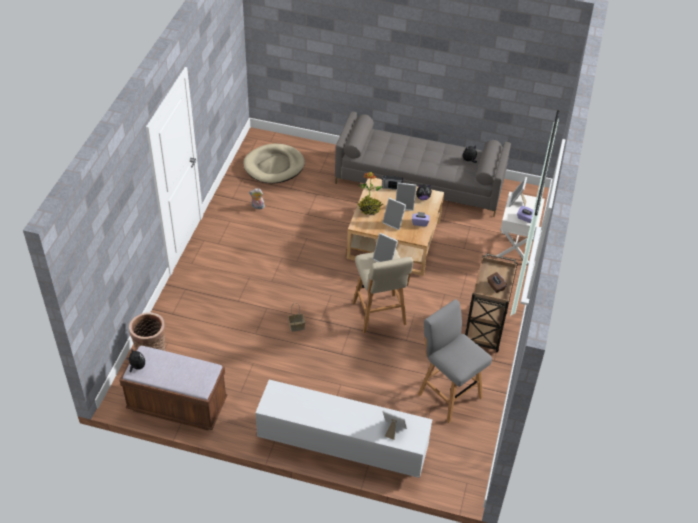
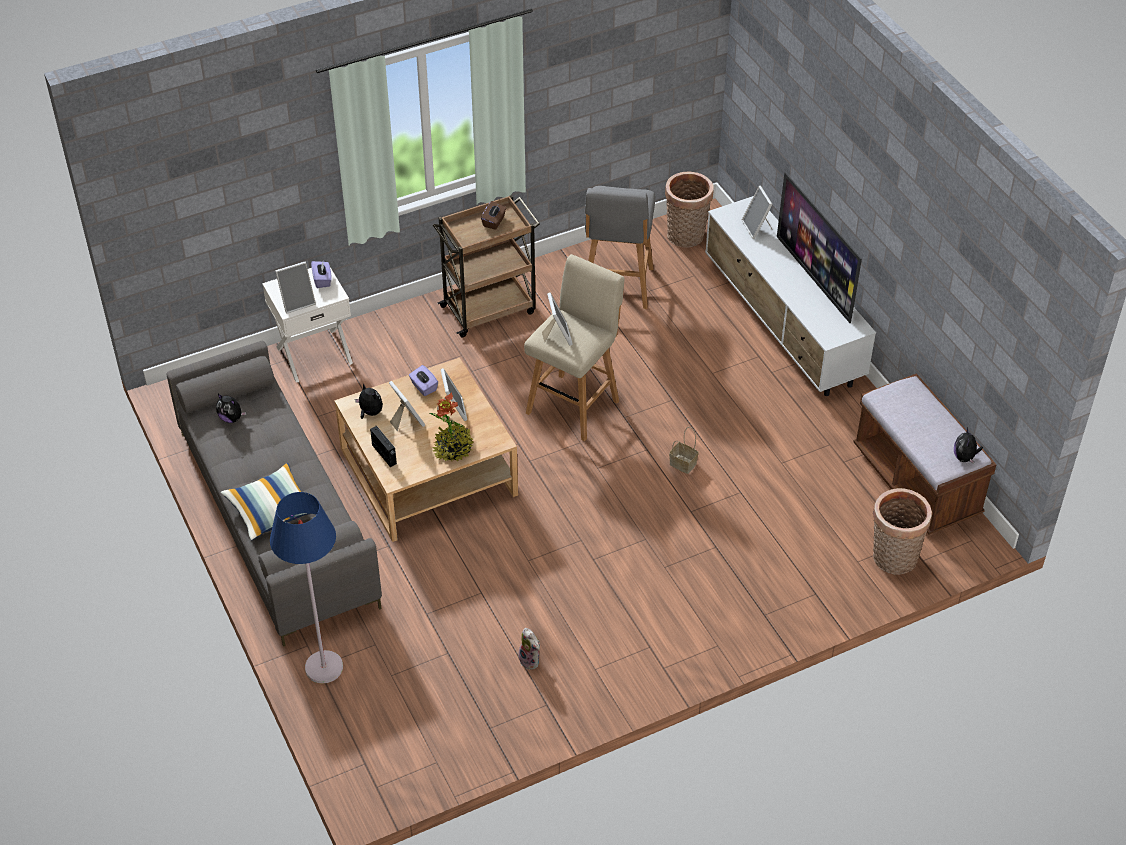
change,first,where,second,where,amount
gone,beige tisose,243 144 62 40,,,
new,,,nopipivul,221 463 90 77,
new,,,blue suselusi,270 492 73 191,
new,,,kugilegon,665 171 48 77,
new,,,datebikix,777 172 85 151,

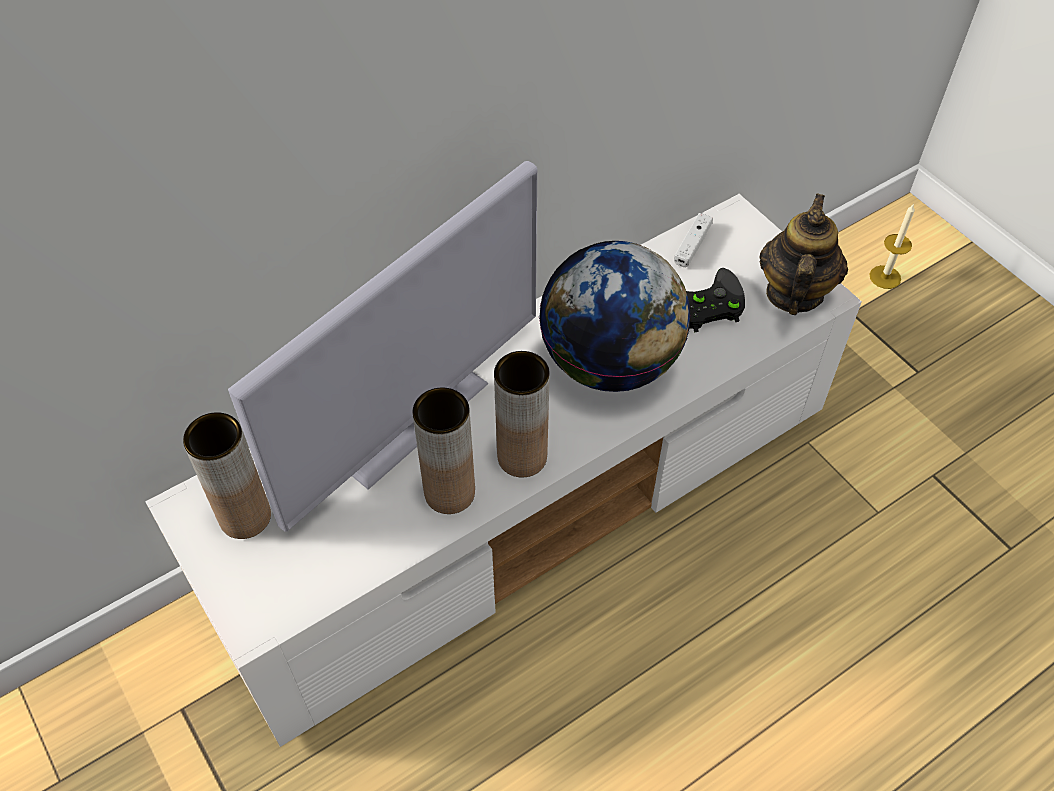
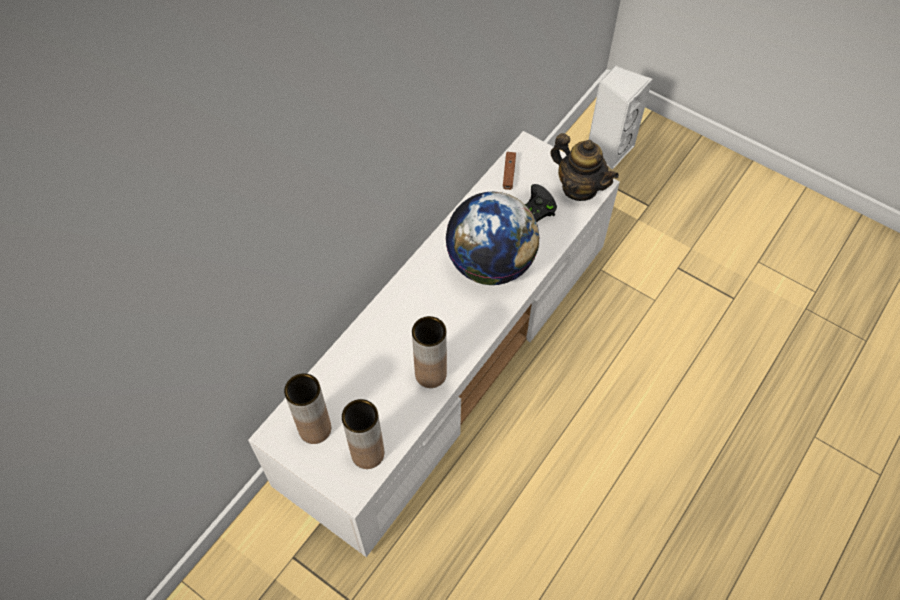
change,first,where,second,where,amount
gone,datebikix,228 161 309 371,,,
shifted,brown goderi,494 351 56 126,,342 399 42 70,
swapped,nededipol,869 203 46 86,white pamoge,589 65 63 105,
repainted,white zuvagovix,674 213 39 54,brown zuvagovix,503 152 13 38,
rotated,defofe,759 193 89 122,,551 133 68 68,135 degrees clockwise

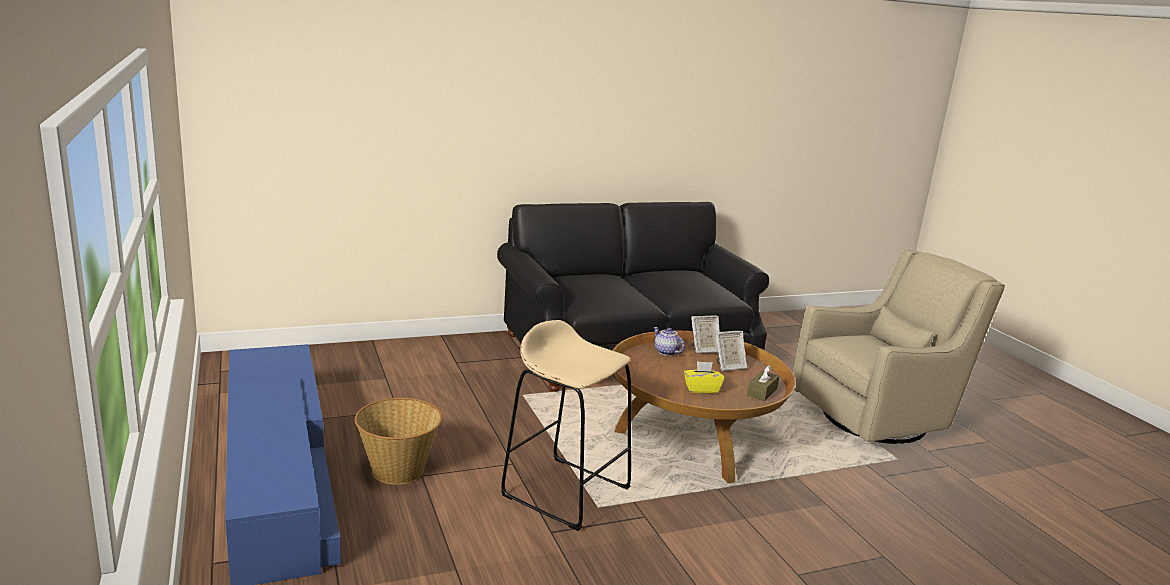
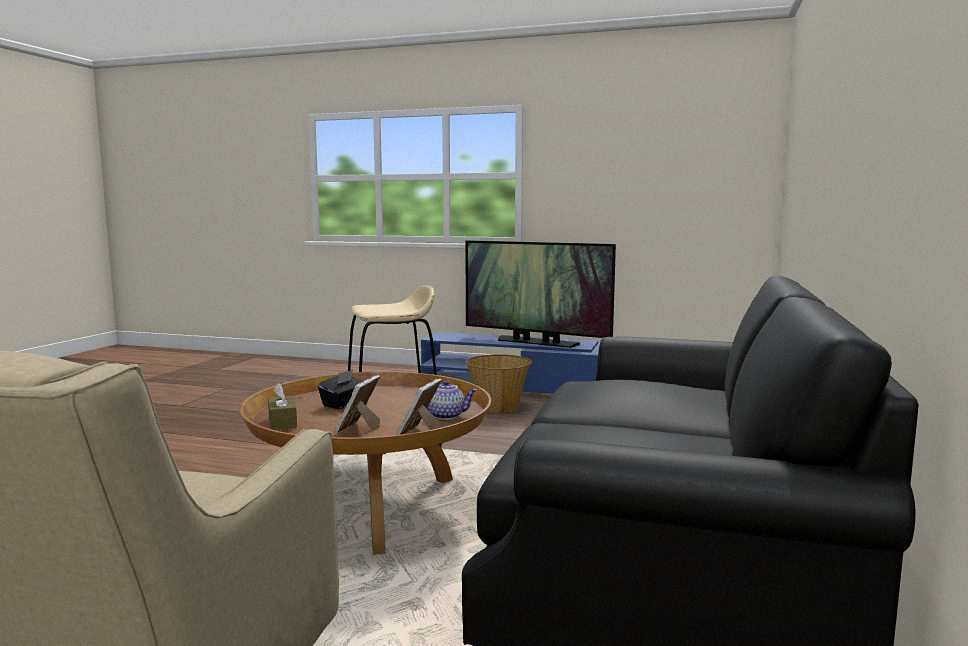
change,first,where,second,where,amount
new,,,datebikix,465 240 151 108,
repainted,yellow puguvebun,684 361 41 32,black puguvebun,318 370 45 39,

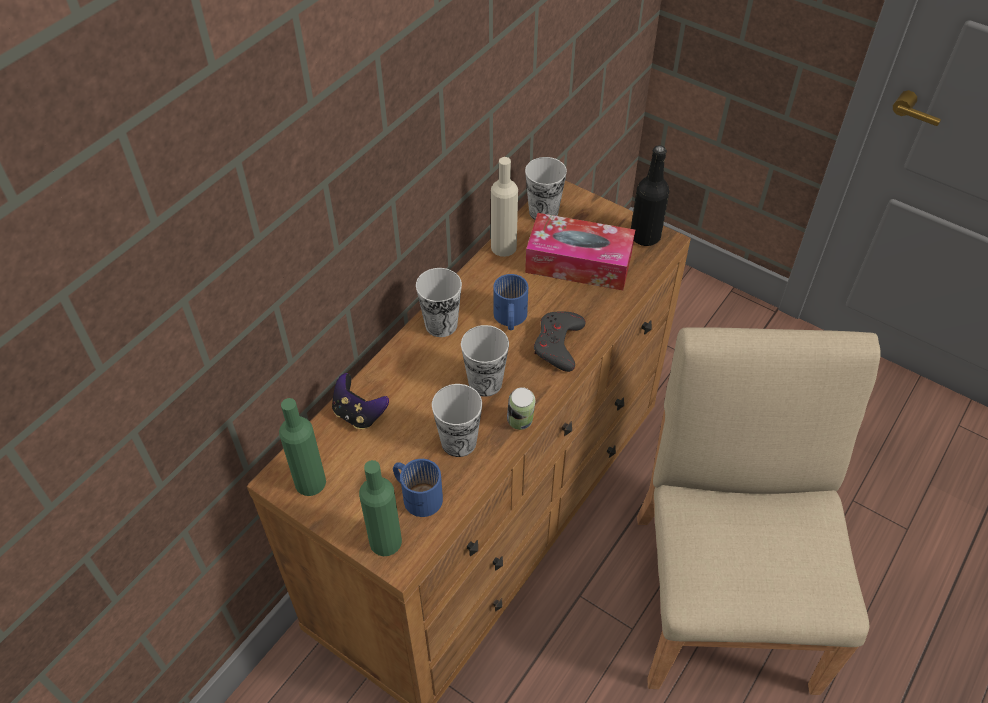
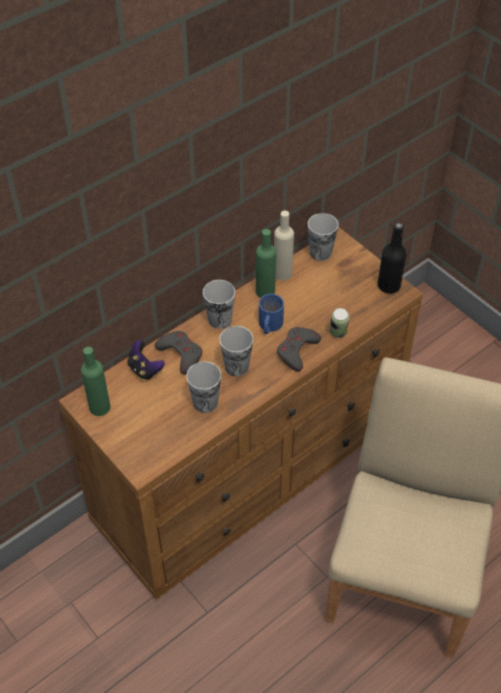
change,first,where,second,where,amount
gone,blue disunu,393 459 50 58,,,
gone,puguvebun,525 213 110 77,,,
new,,,grey zuvagovix,155 331 47 44,
shifted,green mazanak,359 460 43 96,,256 229 20 69,
shifted,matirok,507 387 28 43,,330 308 19 30,

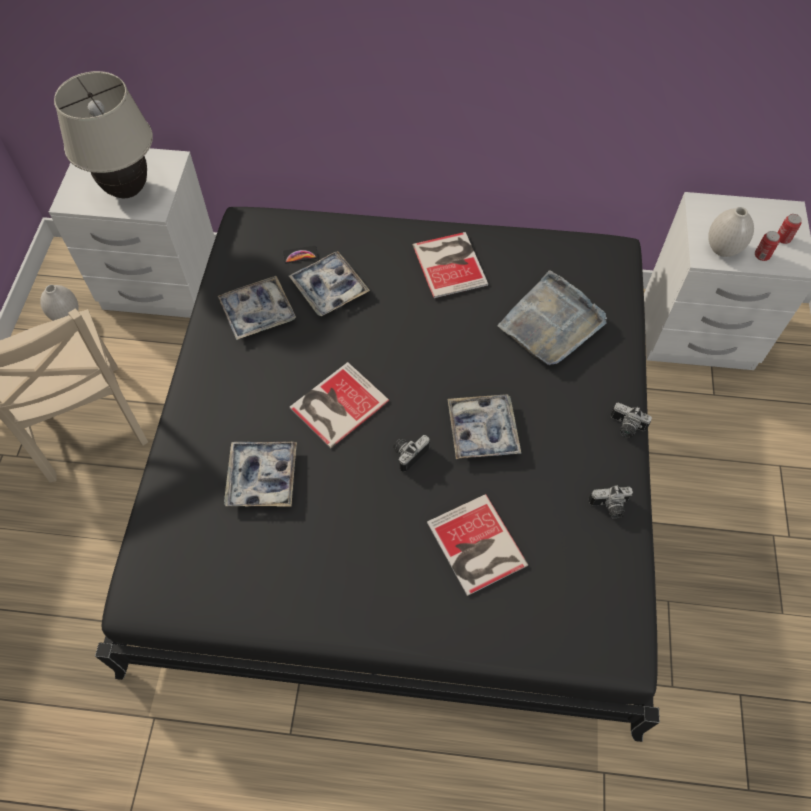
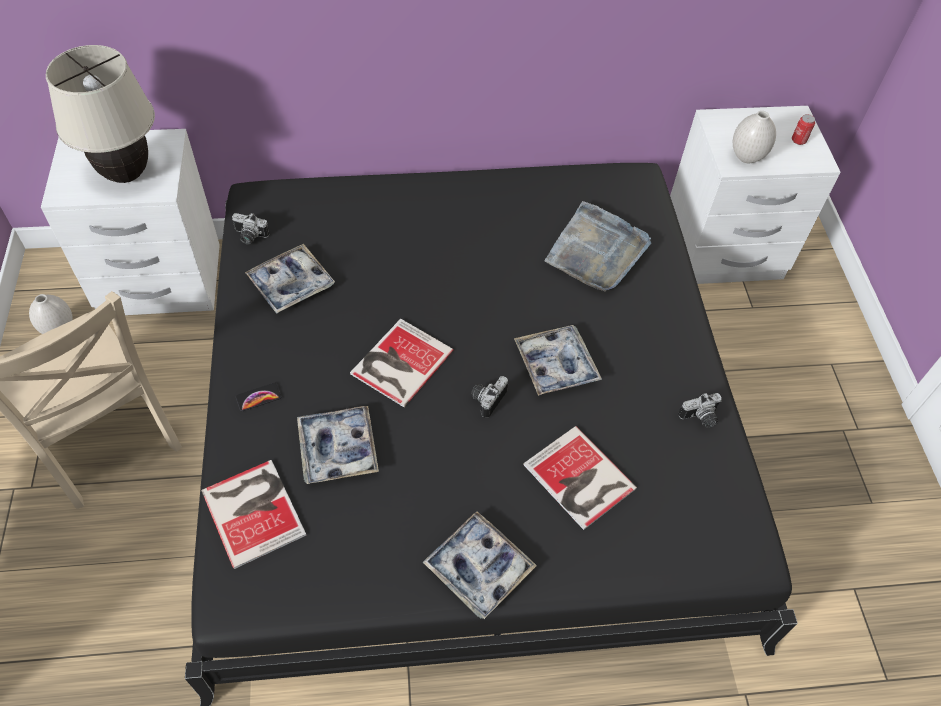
change,first,where,second,where,amount
gone,matirok,755 231 25 30,,,
shifted,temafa,283 246 35 17,,236 383 46 28,
shifted,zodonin,289 251 81 65,,423 512 114 107,
shifted,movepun,413 232 75 66,,201 460 105 109,
shifted,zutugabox,611 402 41 36,,232 213 38 31,

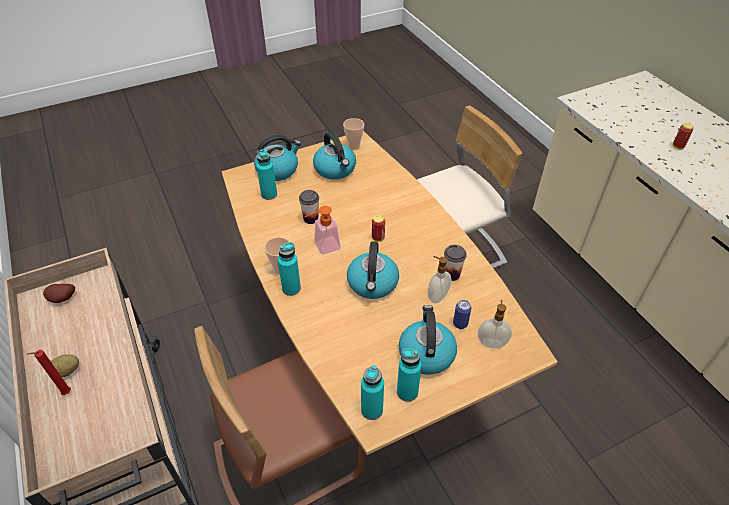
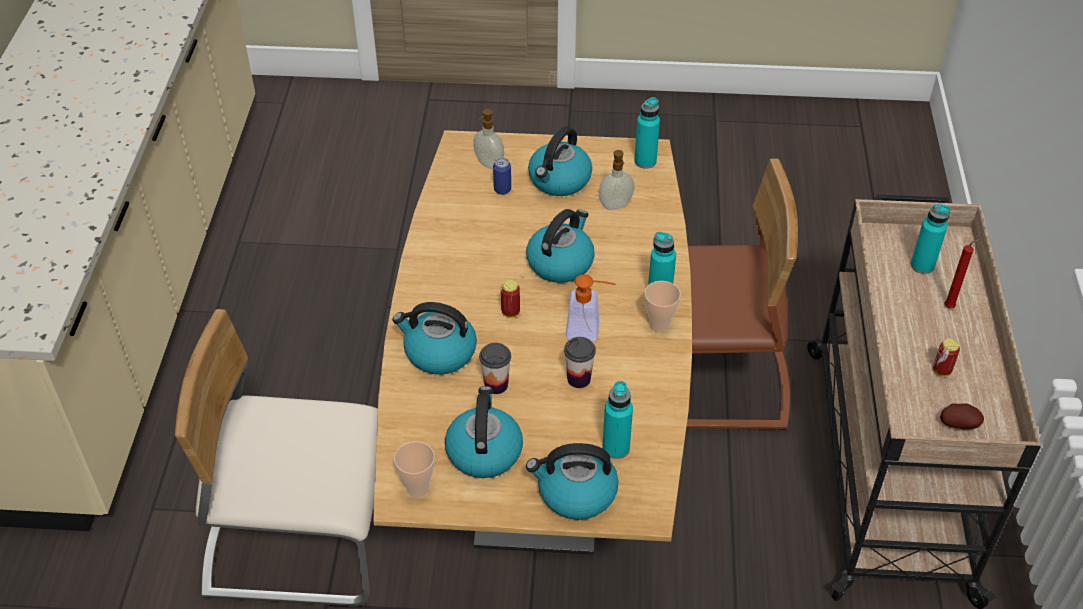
change,first,where,second,where,amount
gone,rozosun,51 354 28 23,,,
new,,,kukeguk,392 302 85 73,
shifted,turquoise mazanak,397 348 25 54,,911 204 39 70,
shifted,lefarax,428 256 23 47,,598 150 36 60,
shifted,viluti,444 245 23 36,,479 343 32 51,
shifted,matirok,673 123 20 26,,933 338 27 39,

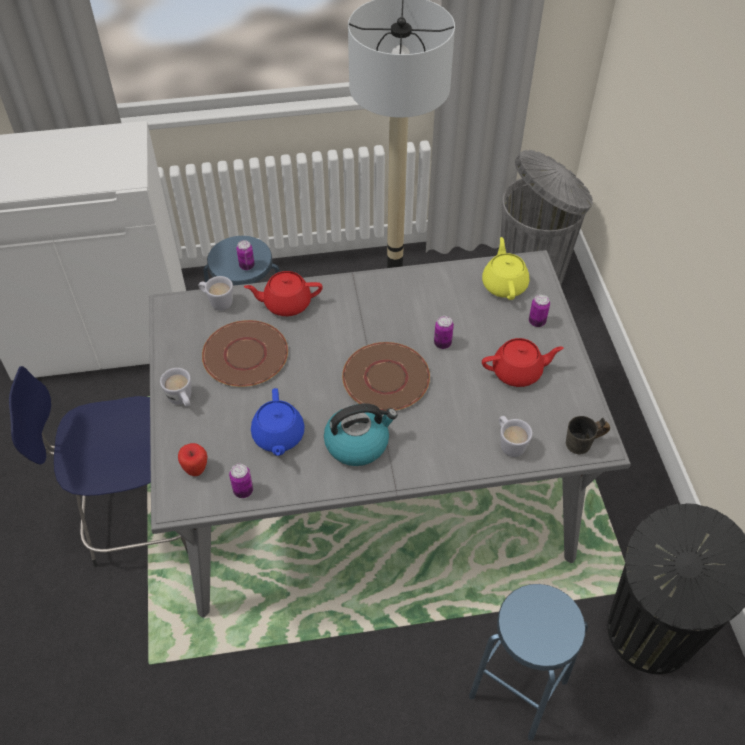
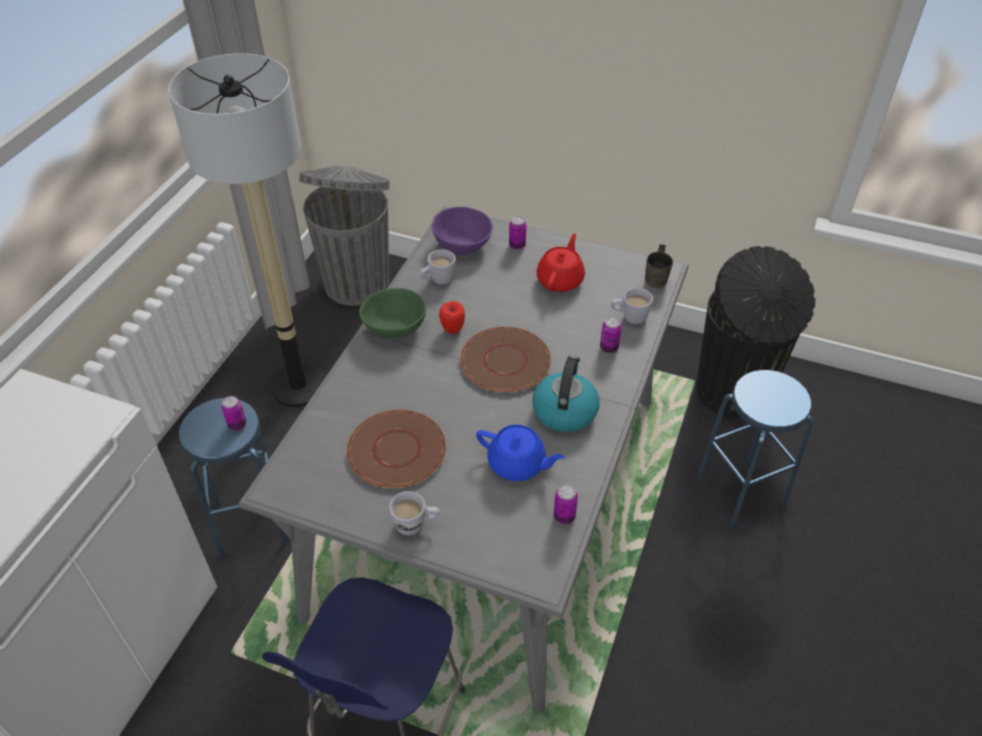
change,first,where,second,where,amount
gone,red defofe,244 271 79 45,,,
new,,,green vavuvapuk,359 288 67 50,
shifted,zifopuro,178 443 29 33,,439 301 26 33,
shifted,white disunu,198 276 35 35,,420 249 36 35,
shifted,matirok,434 316 20 33,,600 317 22 36,
swapped,yellow defofe,482 237 47 63,purple vavuvapuk,432 207 61 48,

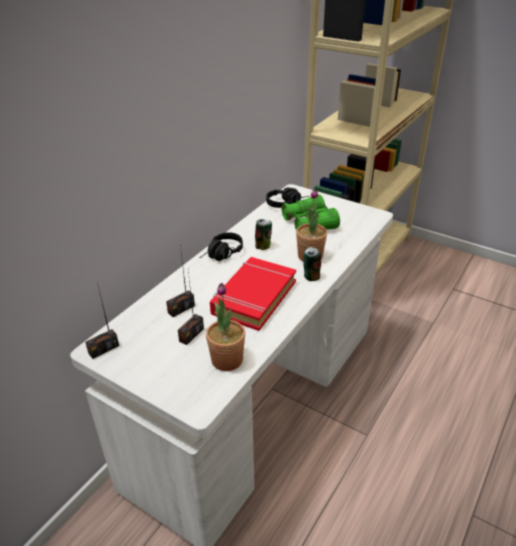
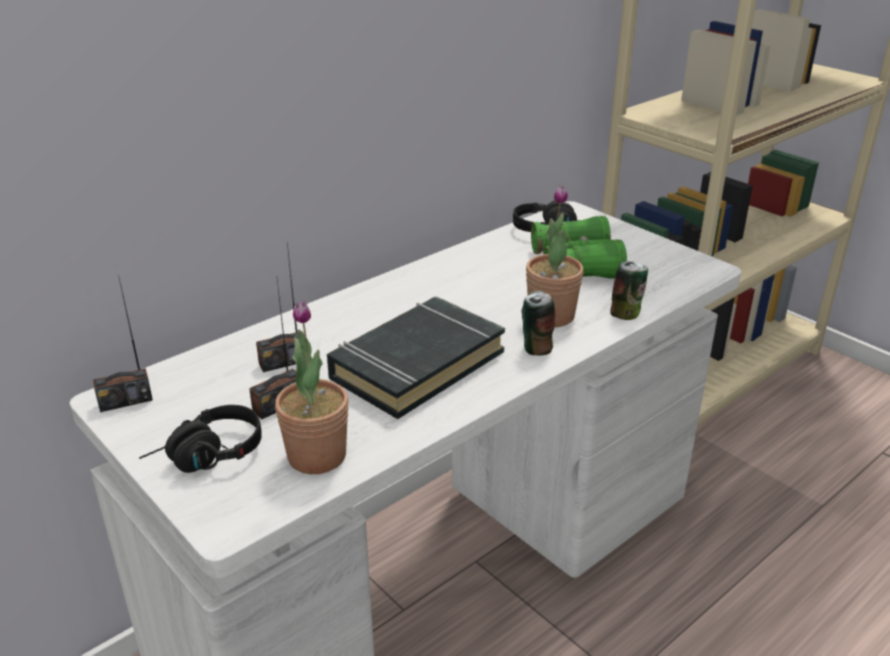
change,first,where,second,where,amount
shifted,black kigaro,200 232 43 29,,139 405 123 68,
shifted,matirok,255 219 17 31,,610 261 38 59,
repainted,red movepun,210 257 86 74,black movepun,327 297 178 122,

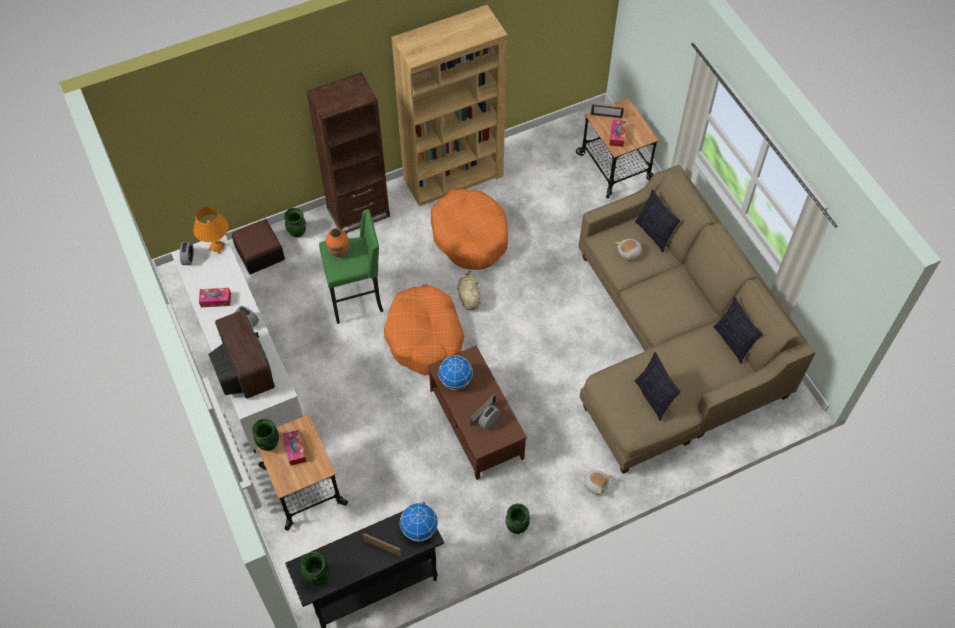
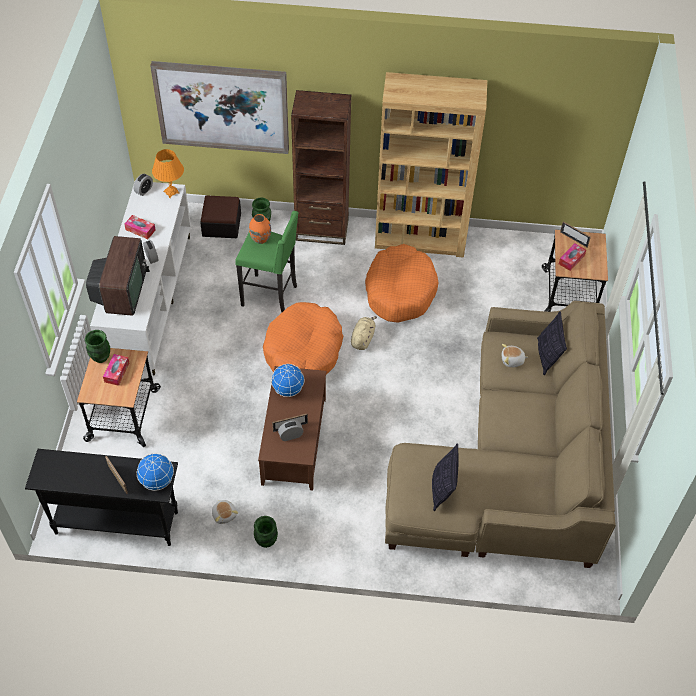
change,first,where,second,where,amount
gone,green goderi,301 551 28 34,,,
gone,nopipivul,713 297 50 67,,,
new,,,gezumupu,150 61 139 93,
shifted,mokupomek,582 470 30 25,,212 499 26 25,

